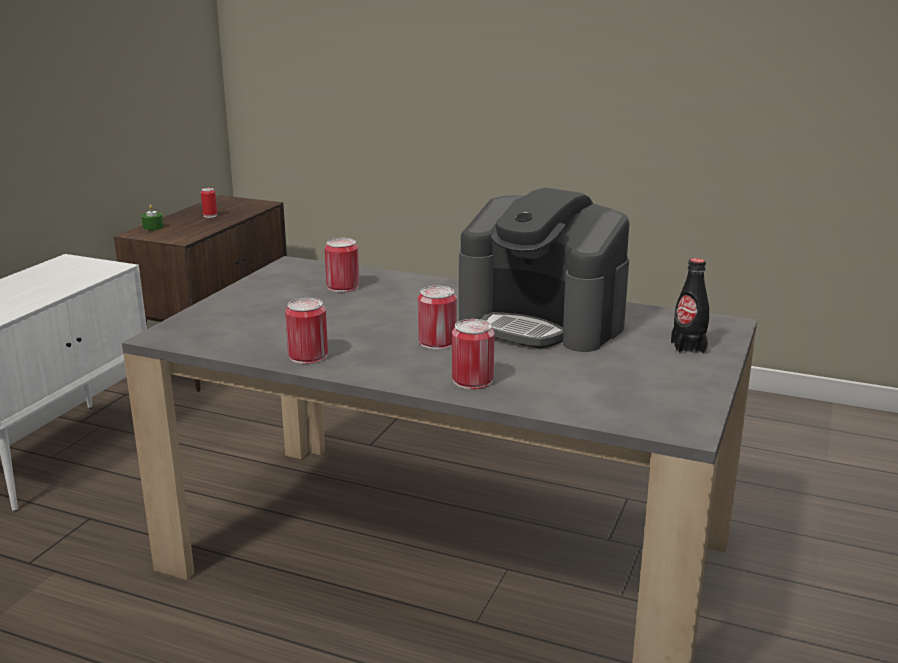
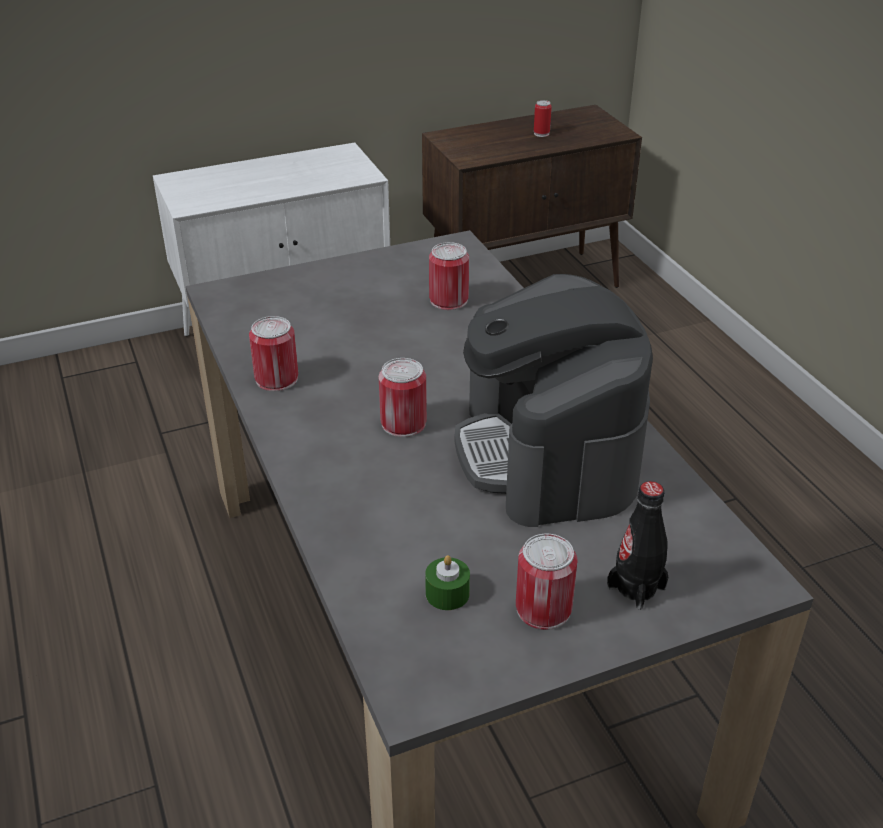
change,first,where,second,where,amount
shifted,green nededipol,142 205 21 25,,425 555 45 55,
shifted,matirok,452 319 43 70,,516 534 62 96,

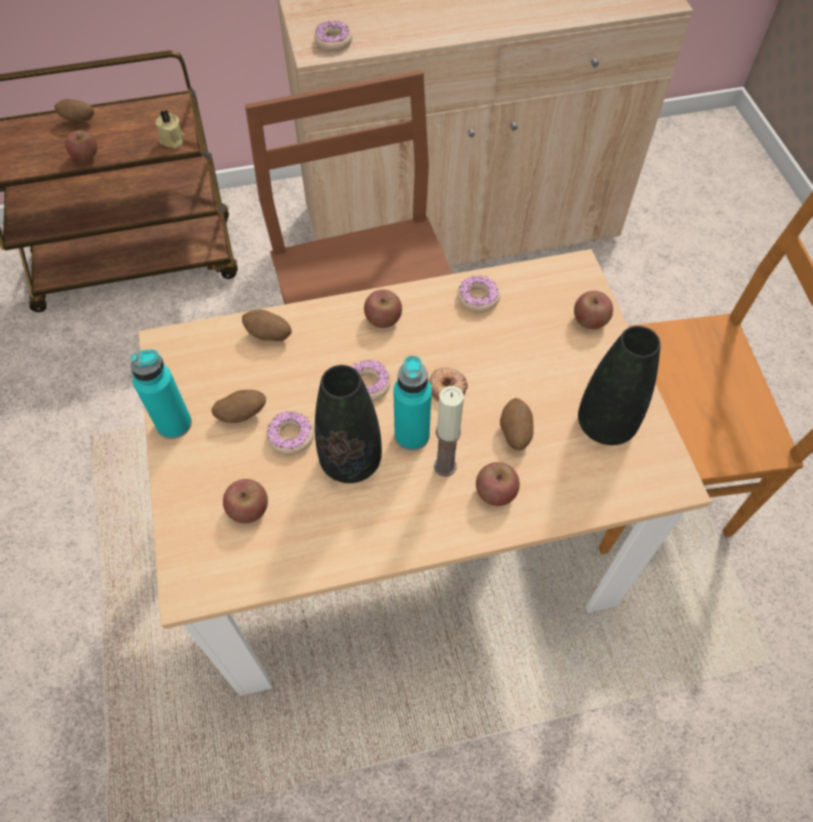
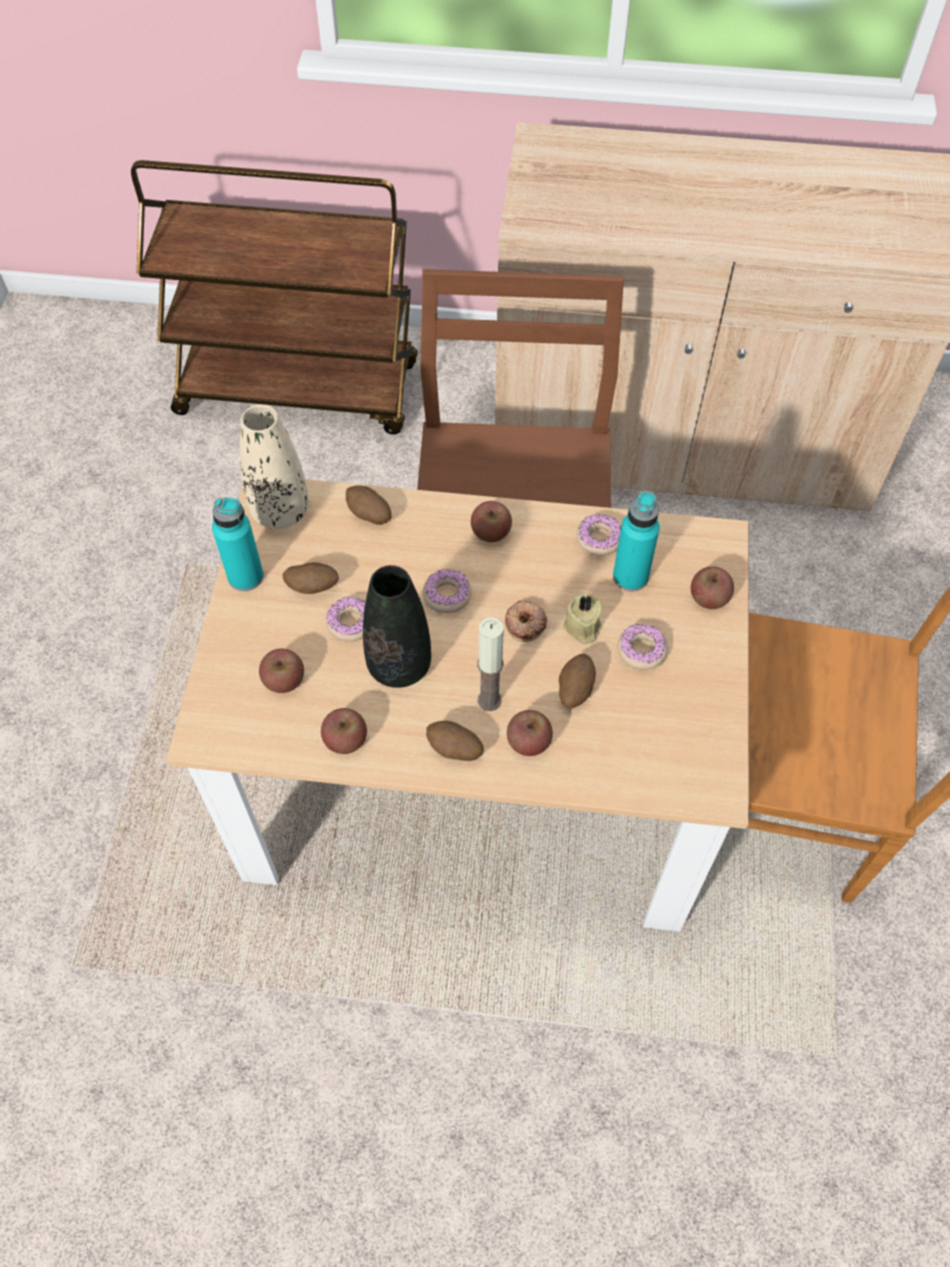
change,first,where,second,where,amount
gone,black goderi,578 326 83 119,,,
new,,,beige goderi,240 404 69 125,
shifted,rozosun,54 99 40 23,,426 721 58 40,
shifted,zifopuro,65 130 32 31,,321 708 46 46,
shifted,beige nededipol,156 109 29 40,,563 594 40 50,
shifted,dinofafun,314 21 38 30,,618 624 50 46,
shifted,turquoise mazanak,393 356 39 95,,613 491 47 100,

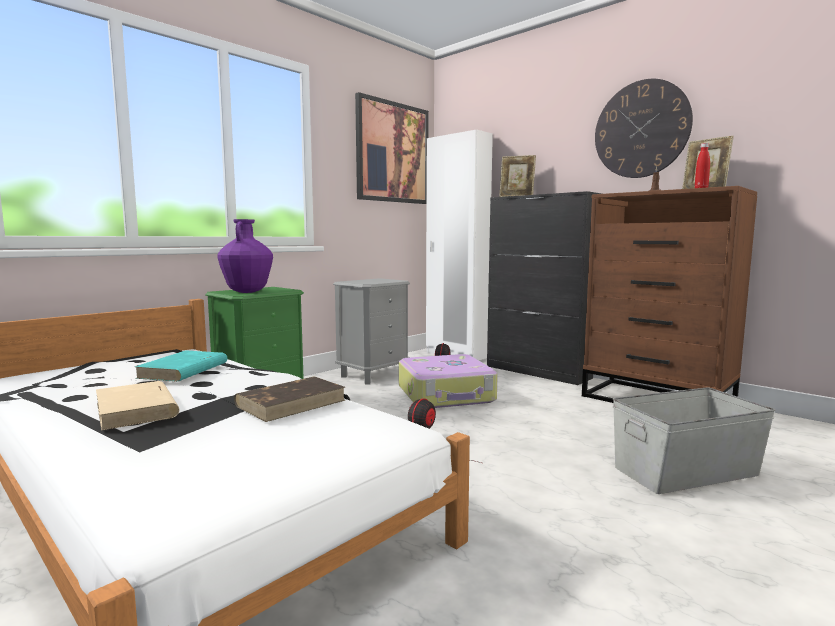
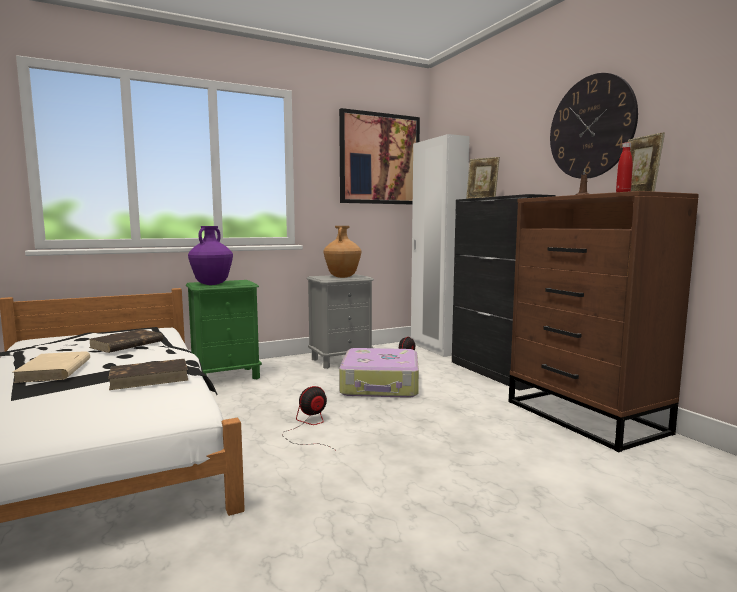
change,first,where,second,where,amount
gone,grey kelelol,613 388 163 106,,,
new,,,brown goderi,323 226 38 52,
repainted,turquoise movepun,135 350 93 32,brown movepun,89 329 74 24,

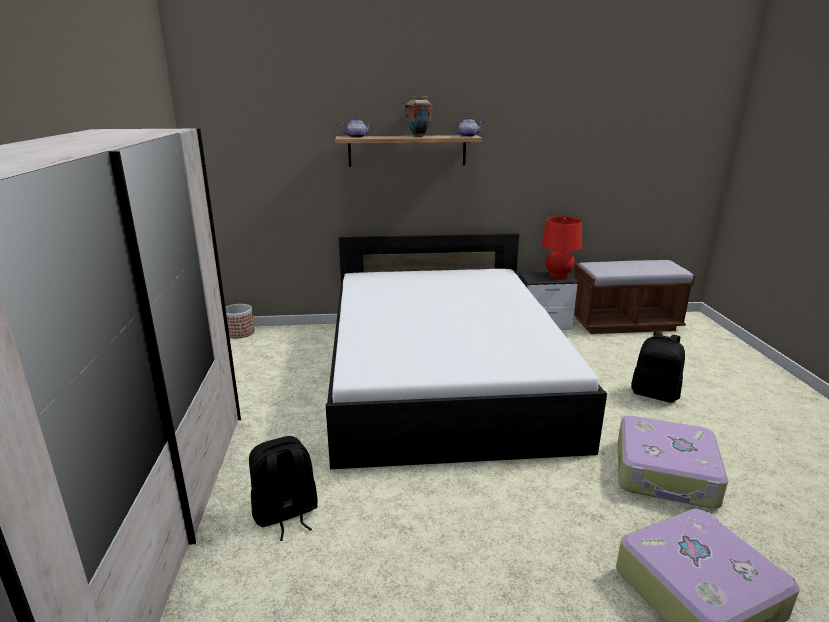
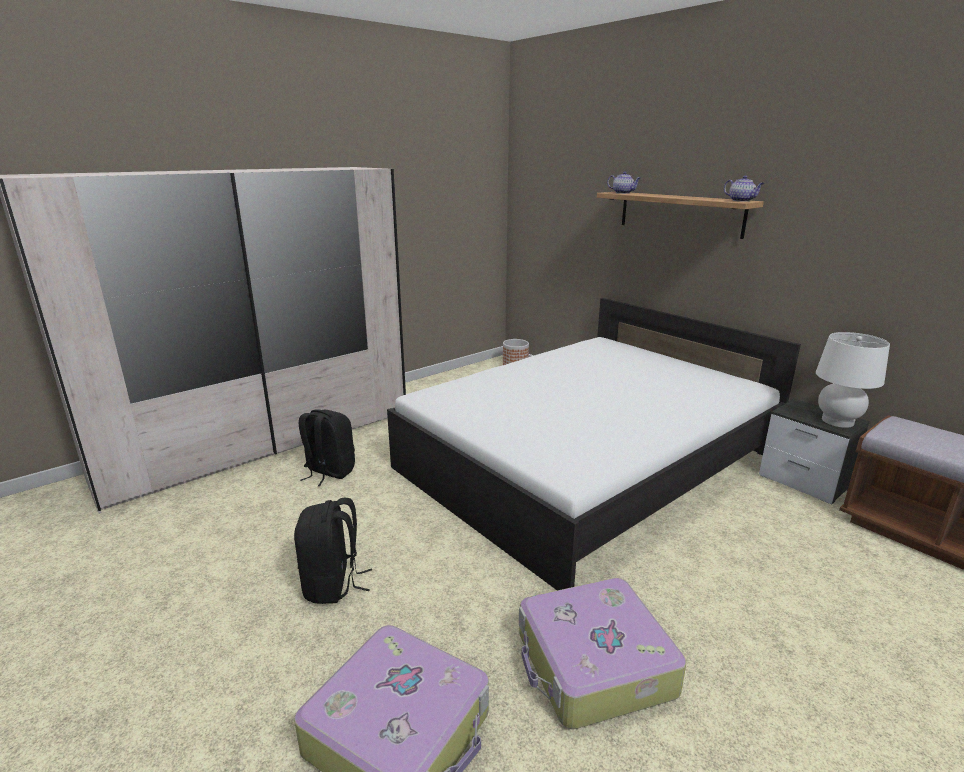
change,first,where,second,where,amount
gone,goderi,405 96 28 41,,,
shifted,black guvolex,631 331 54 72,,294 498 78 106,
repainted,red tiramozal,542 216 40 63,white tiramozal,816 332 74 96,

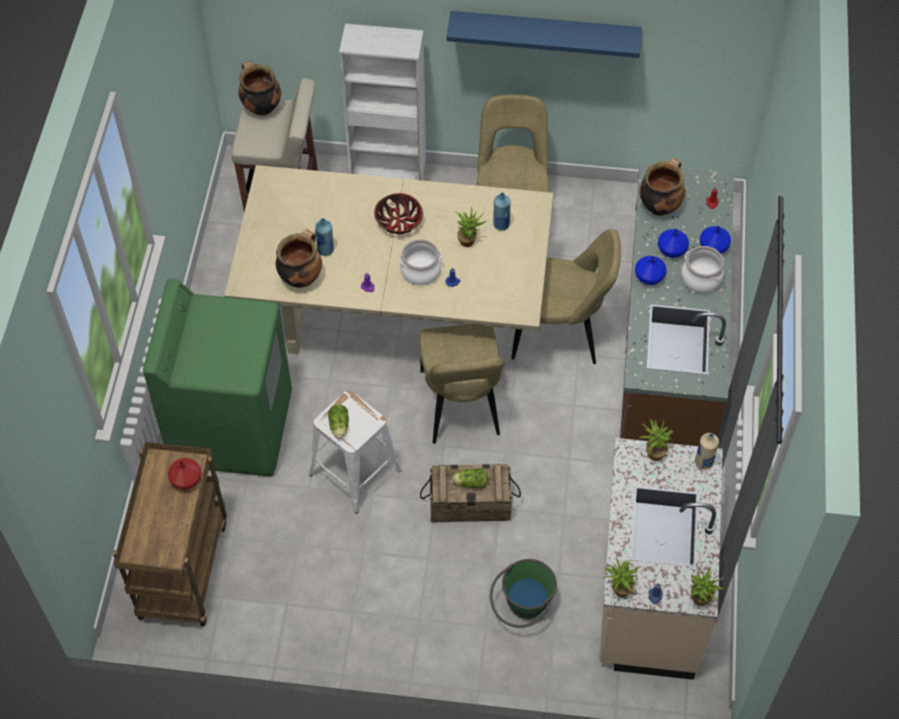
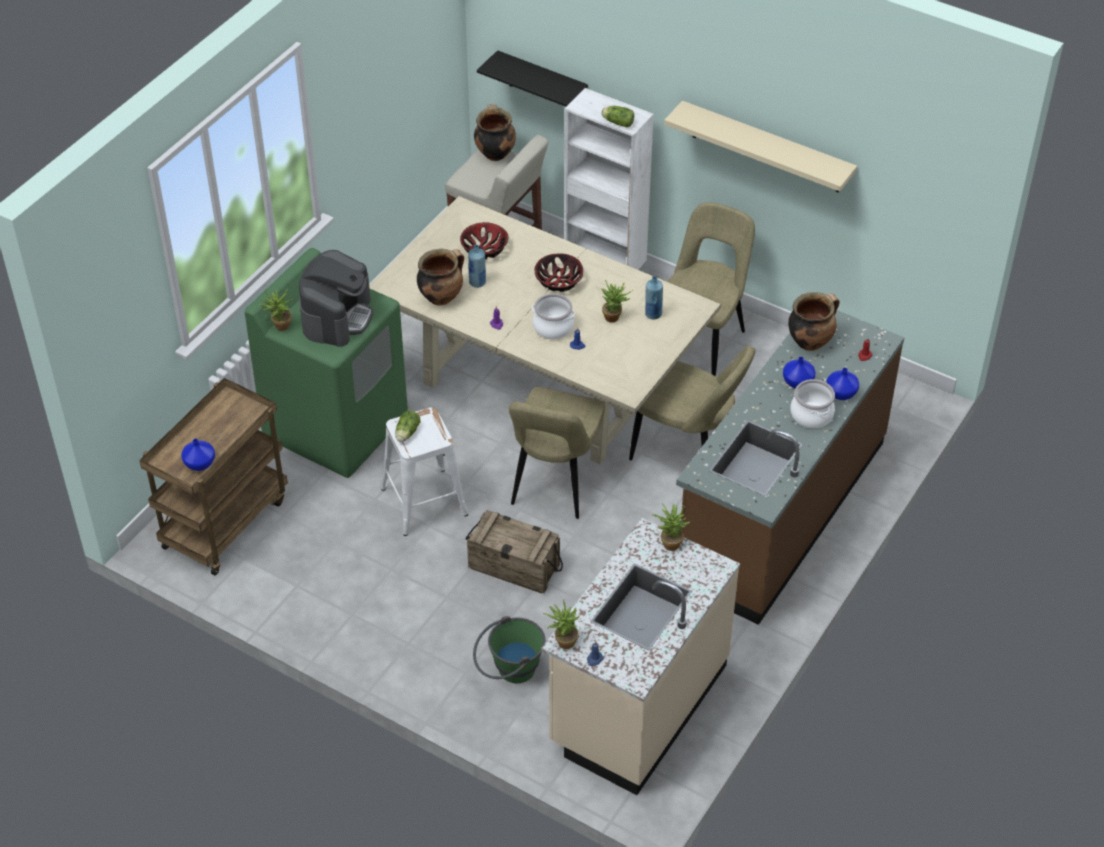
change,first,where,second,where,amount
gone,red goderi,168 458 34 32,,,
gone,beige mazanak,695 433 24 37,,,
new,,,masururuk,299 250 74 97,
new,,,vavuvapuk,460 222 48 37,
new,,,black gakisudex,477 50 111 57,
shifted,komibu,452 468 36 20,,601 106 33 22,
shifted,blue goderi,635 256 31 29,,181 439 34 32,
shifted,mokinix,691 567 33 39,,259 288 34 43,
repainted,blue gakisudex,446 11 196 47,beige gakisudex,664 101 193 92,

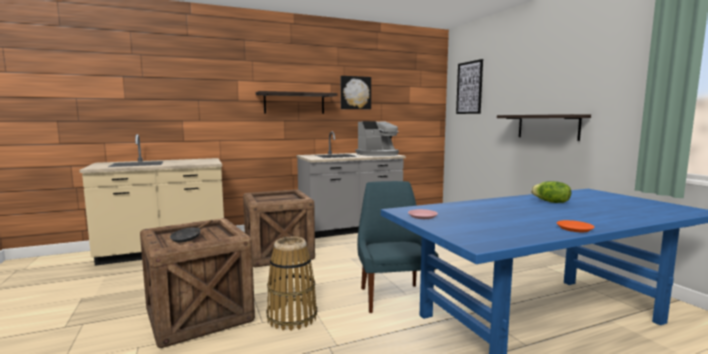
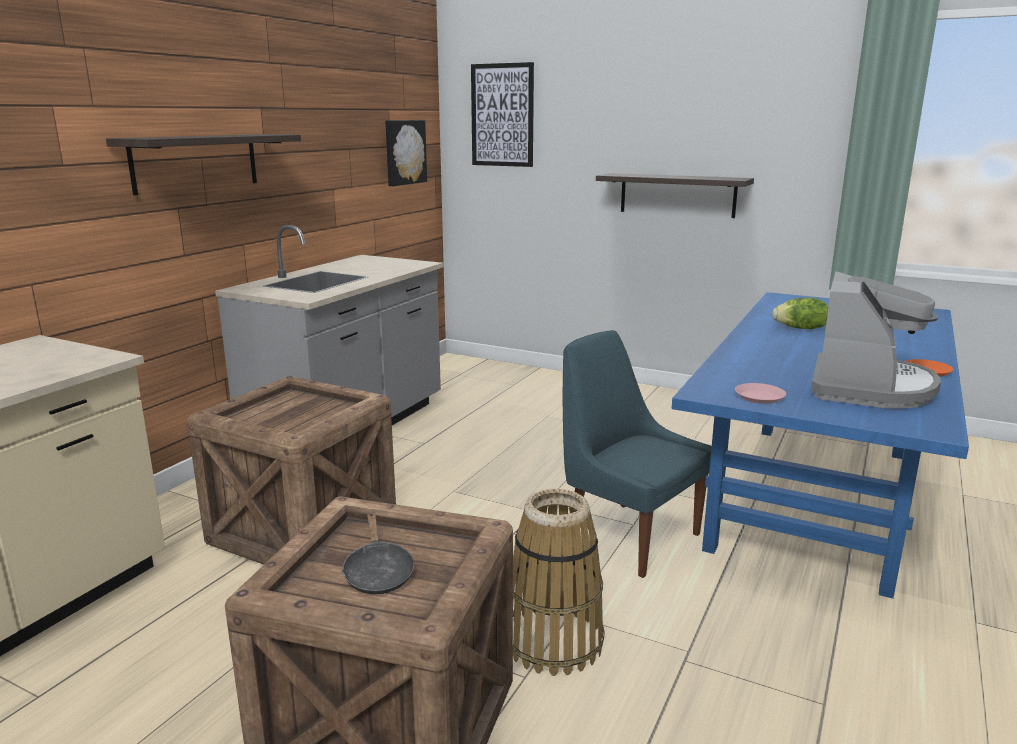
change,first,where,second,where,amount
shifted,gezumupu,341 76 30 33,,385 120 42 66,
shifted,masururuk,356 121 43 35,,811 271 130 138,

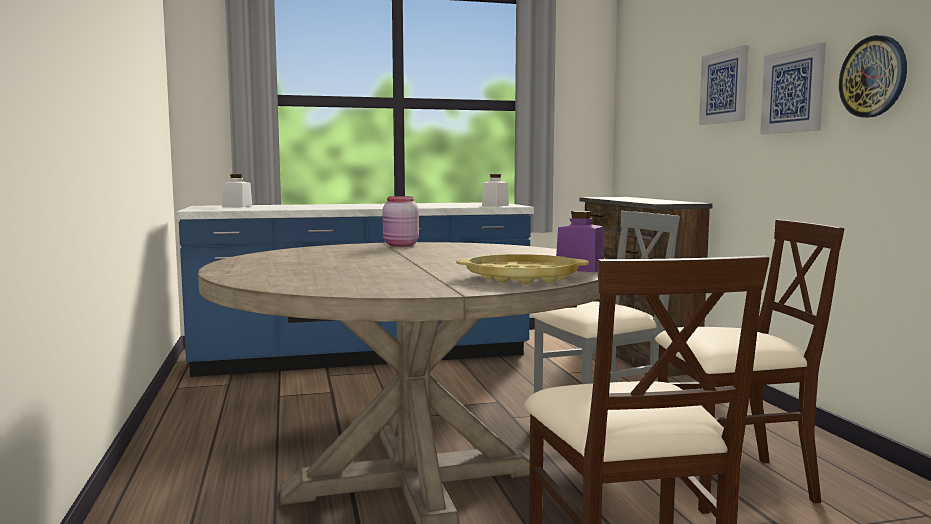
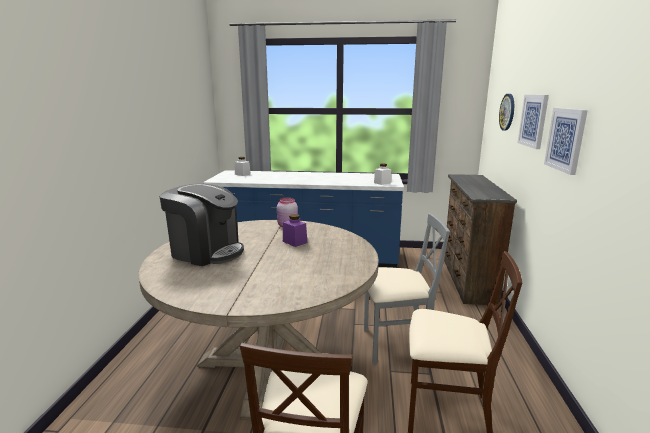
change,first,where,second,where,amount
gone,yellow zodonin,456 254 133 30,,,
new,,,masururuk,159 184 85 82,
shifted,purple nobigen,556 211 48 61,,283 214 24 33,
shifted,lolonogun,839 35 68 83,,499 94 15 37,

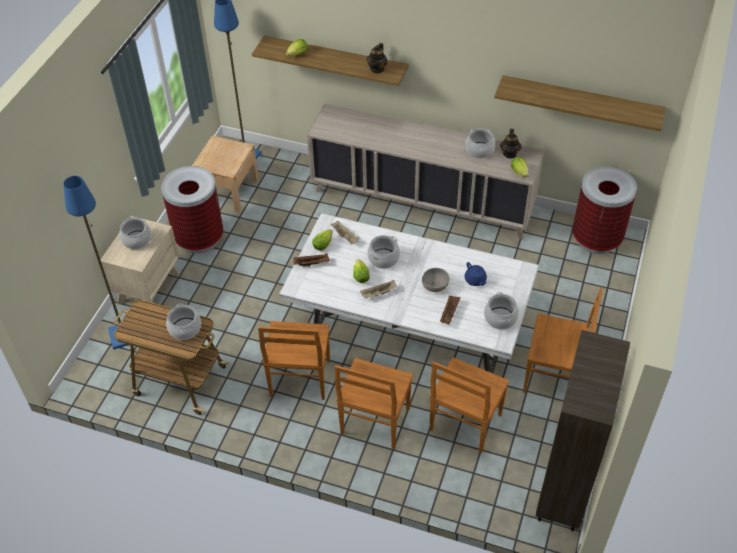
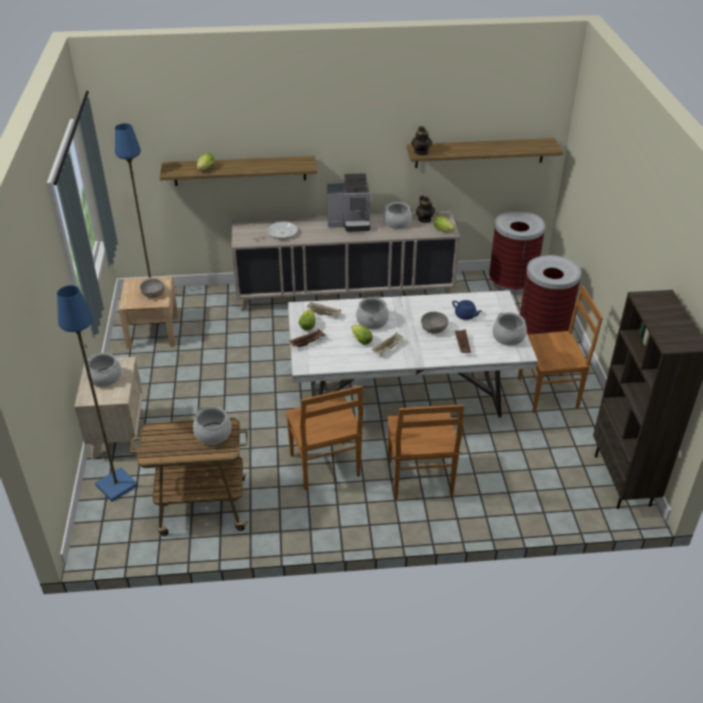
change,first,where,second,where,amount
gone,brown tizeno,430 357 79 96,,,
new,,,grey vavuvapuk,140 279 24 19,
new,,,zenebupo,252 222 46 18,
new,,,masururuk,327 173 43 59,
shifted,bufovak,161 166 62 87,,520 255 61 80,
shifted,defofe,367 43 20 30,,411 126 21 29,

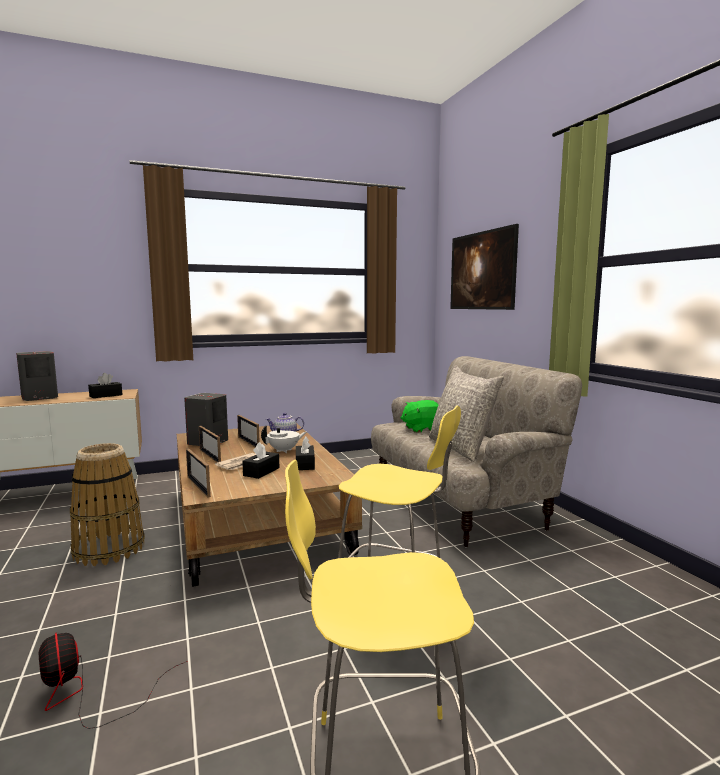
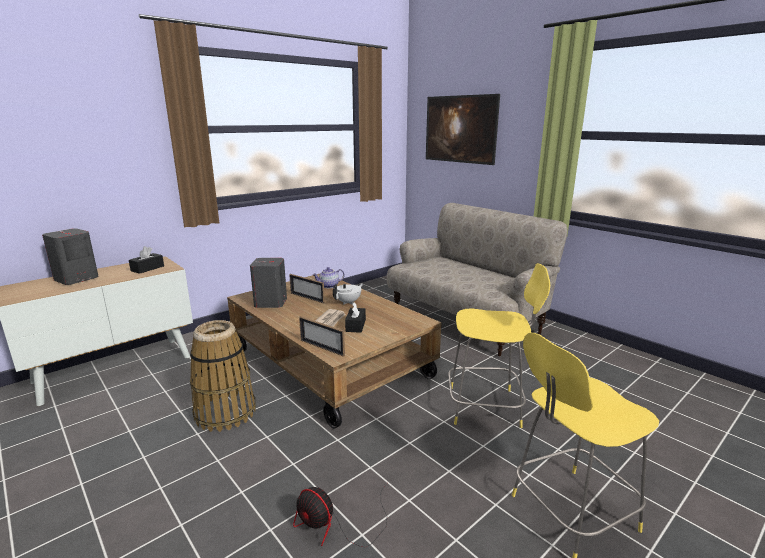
change,first,where,second,where,amount
gone,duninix,199 426 22 36,,,
gone,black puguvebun,296 437 19 33,,,
gone,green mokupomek,401 400 38 33,,,
gone,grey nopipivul,429 365 75 97,,,

